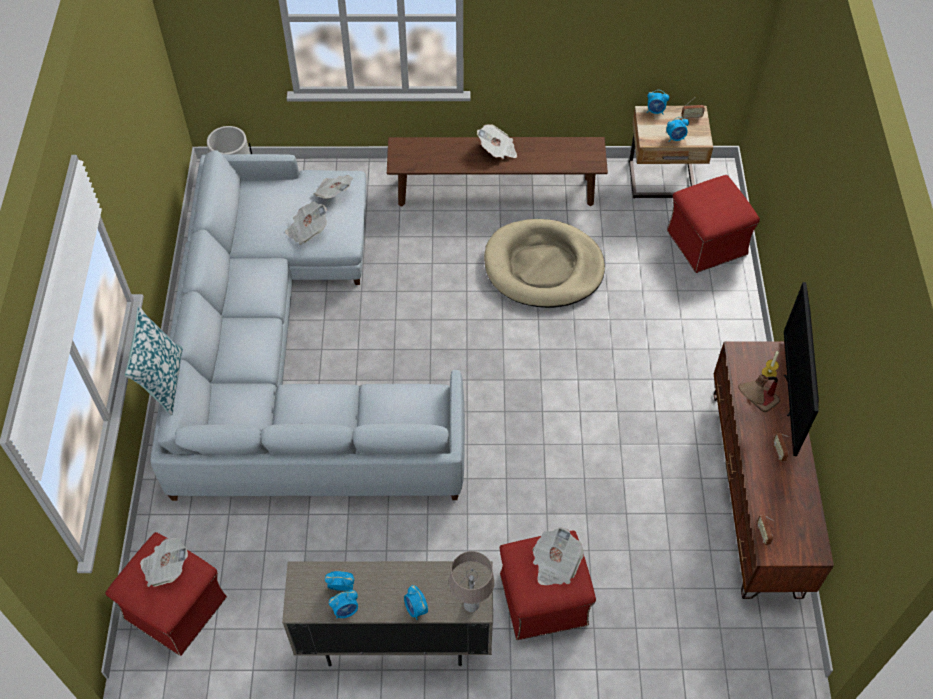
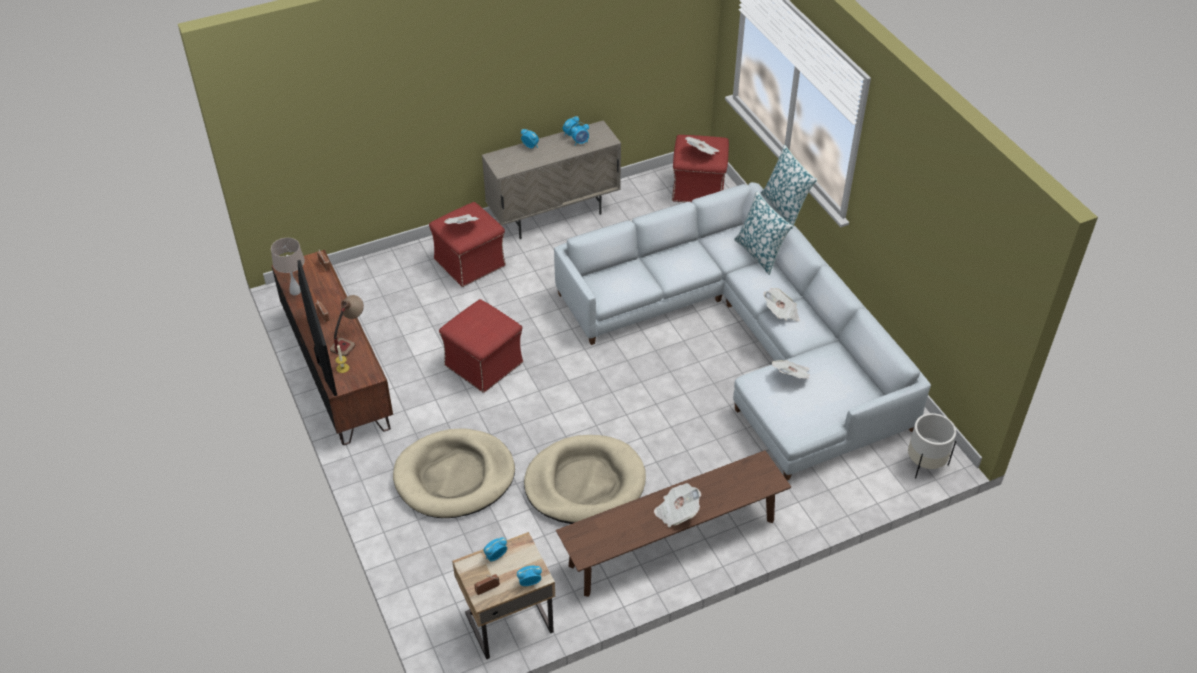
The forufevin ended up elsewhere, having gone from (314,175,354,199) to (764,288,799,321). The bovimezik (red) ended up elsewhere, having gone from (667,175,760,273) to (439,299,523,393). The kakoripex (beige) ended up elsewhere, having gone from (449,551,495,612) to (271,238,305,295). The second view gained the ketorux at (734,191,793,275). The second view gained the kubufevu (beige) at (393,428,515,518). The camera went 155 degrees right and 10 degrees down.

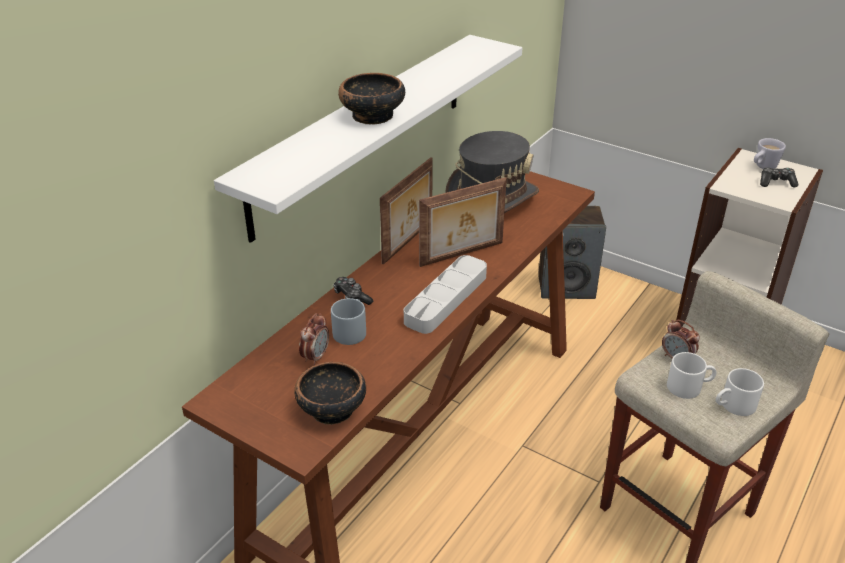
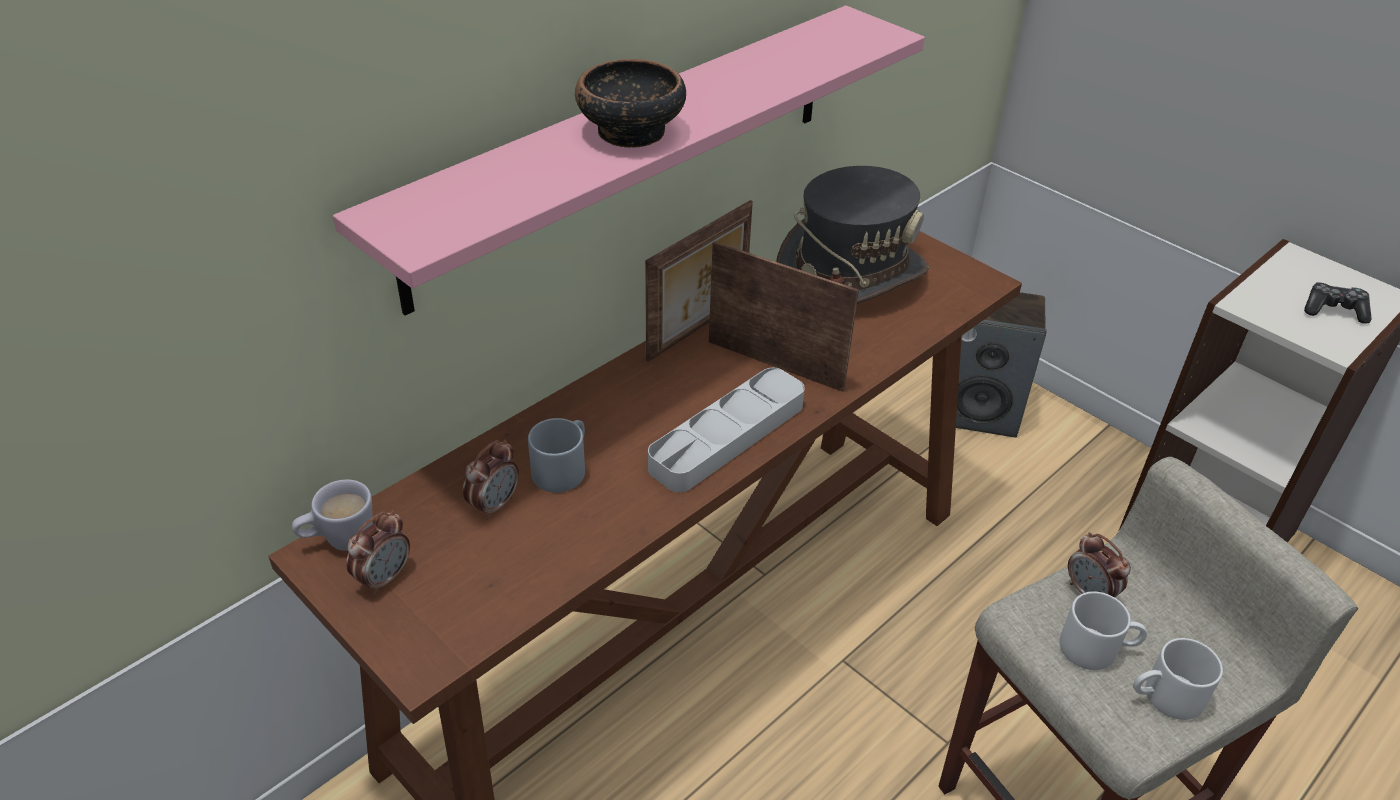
What was the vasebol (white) at (214,35,522,243) turned into the vasebol (pink) at (333,6,925,315). The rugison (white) ended up elsewhere, having gone from (754,138,786,169) to (292,480,373,551). The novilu at (419,177,507,267) ended up facing another way, 135 degrees counterclockwise from before. The second view lost the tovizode at (333,277,373,305). The second view lost the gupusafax at (294,362,366,424). The second view gained the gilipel at (346,510,410,595). The camera went 10 degrees right and 5 degrees up.

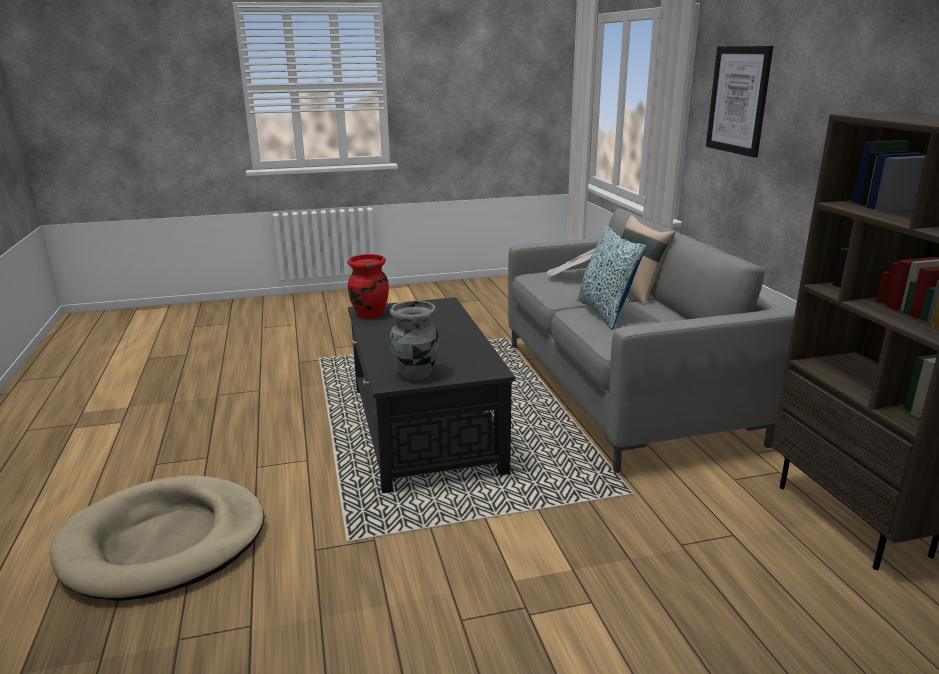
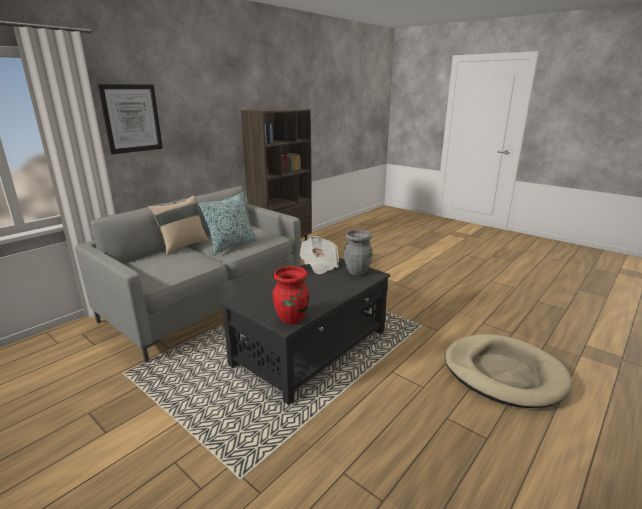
The forufevin ended up elsewhere, having gone from (547,248,595,277) to (299,236,339,274). The camera went 125 degrees left and 0 degrees up.

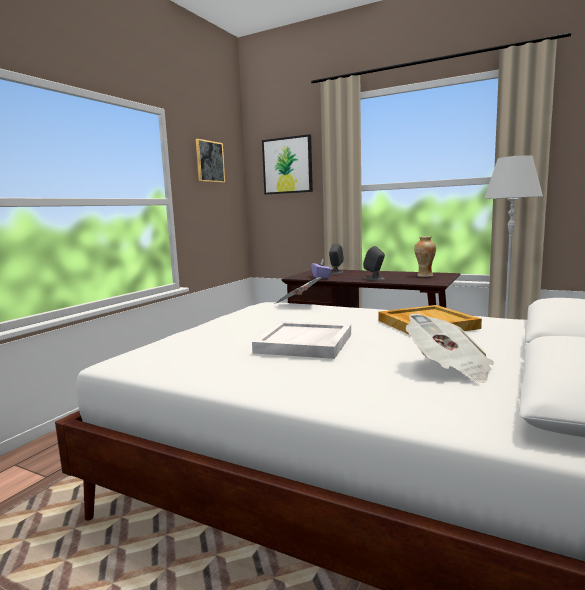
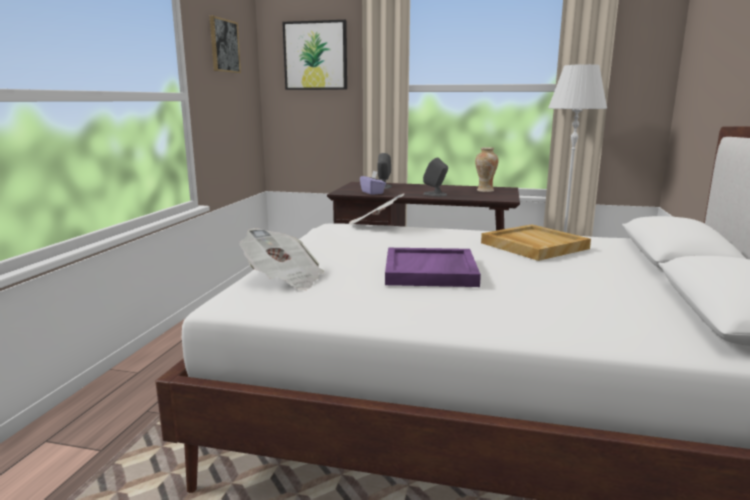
The forufevin ended up elsewhere, having gone from (406,314,494,383) to (239,228,324,290). What was the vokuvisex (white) at (252,322,351,359) turned into the vokuvisex (purple) at (385,248,481,287). The camera went 15 degrees left and 5 degrees up.

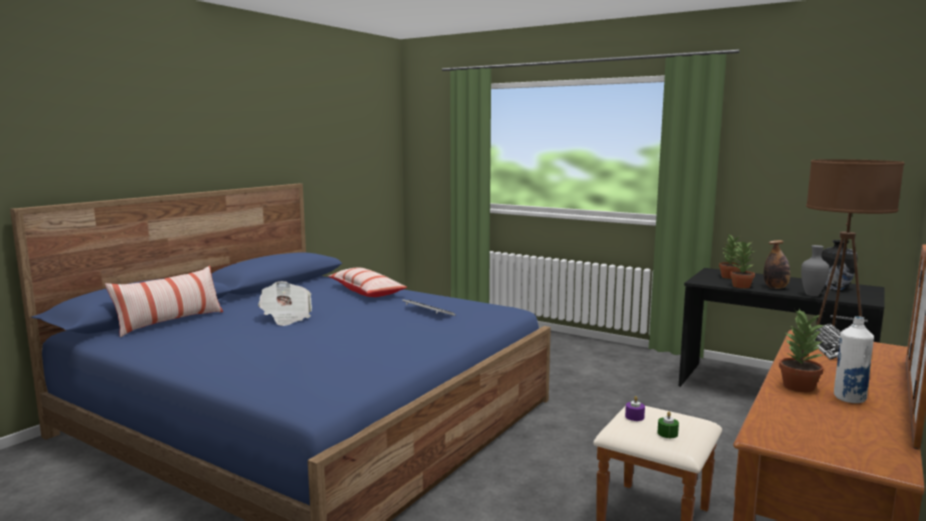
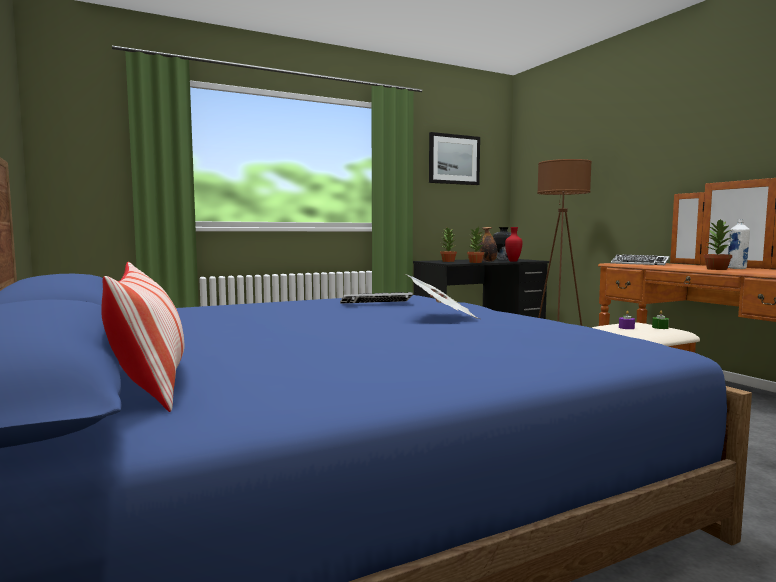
What was the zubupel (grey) at (801,245,830,296) turned into the zubupel (red) at (505,227,522,262). The second view lost the ketorux at (328,267,407,297). The forufevin ended up elsewhere, having gone from (258,281,312,326) to (405,274,480,319). The second view gained the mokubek at (429,132,480,185). The camera went 60 degrees left and 5 degrees down.

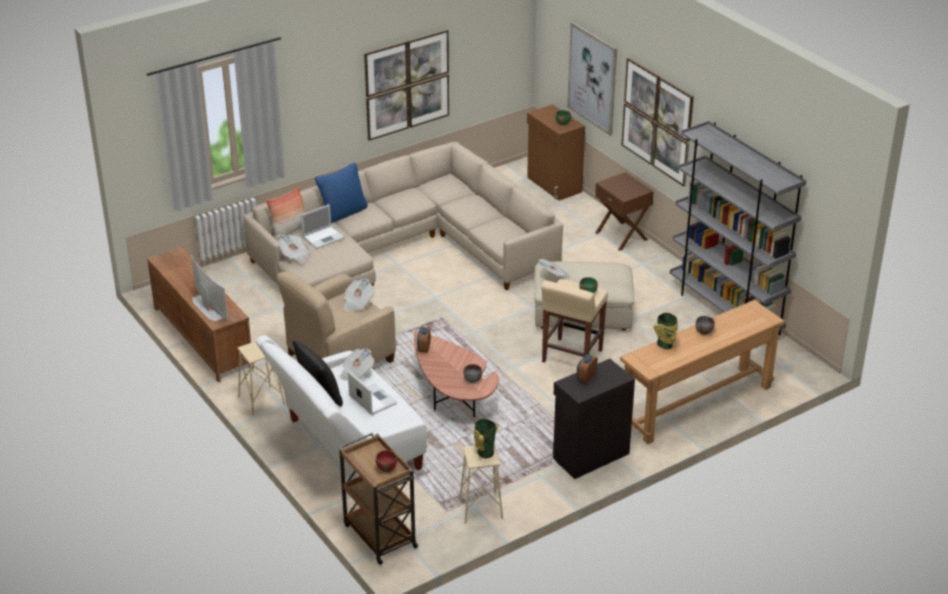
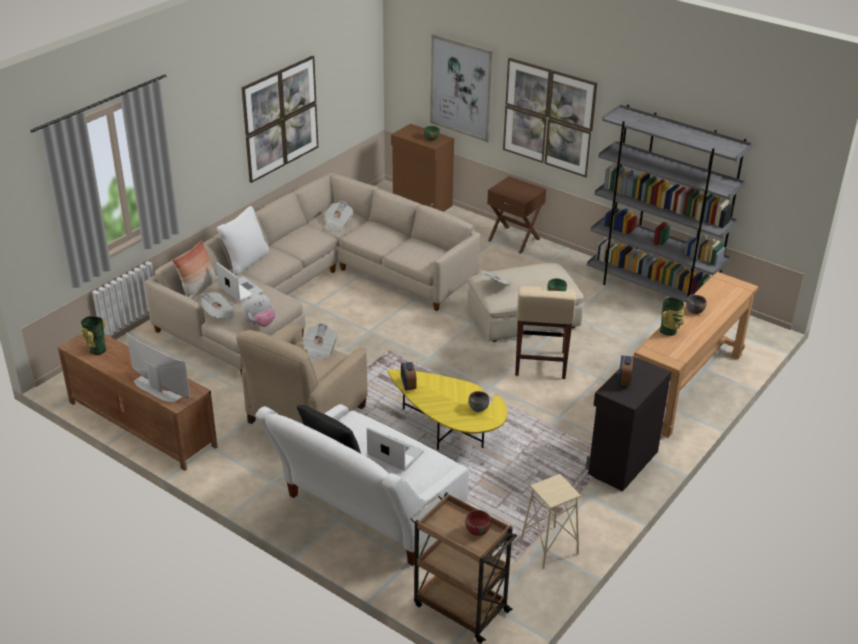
What was the ketorux (blue) at (315,163,368,223) turned into the ketorux (white) at (217,206,269,276). The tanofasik at (301,204,345,249) ended up facing another way, 75 degrees counterclockwise from before. What was the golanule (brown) at (414,332,499,417) turned into the golanule (yellow) at (388,369,507,450). The second view lost the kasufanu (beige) at (237,342,285,416). The forufevin ended up elsewhere, having gone from (339,349,374,381) to (324,201,353,230). The zubupel ended up elsewhere, having gone from (473,419,499,459) to (81,316,106,355). The second view gained the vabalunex at (241,292,276,327). The camera went 20 degrees left and 0 degrees up.

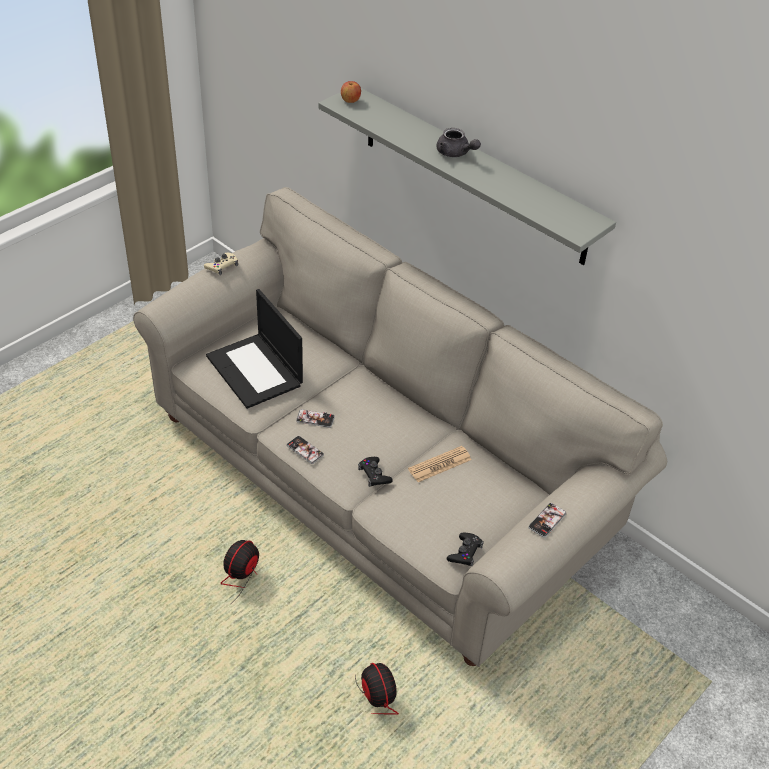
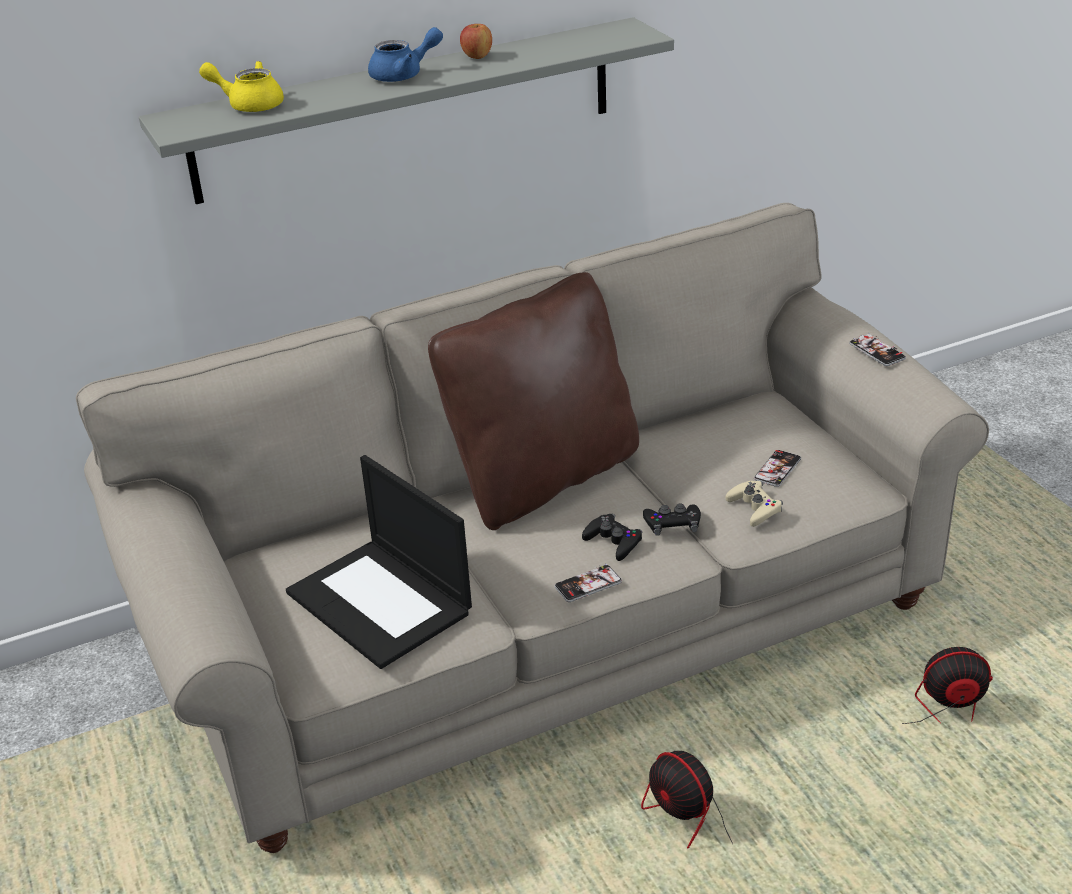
The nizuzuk ended up elsewhere, having gone from (341,81,361,103) to (460,24,492,59). What was the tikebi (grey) at (436,128,481,157) turned into the tikebi (blue) at (368,27,443,82). The tovizode (beige) ended up elsewhere, having gone from (204,253,238,275) to (726,481,783,527). The tanofasik at (206,289,303,409) ended up facing another way, 60 degrees clockwise from before. The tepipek ended up elsewhere, having gone from (296,409,335,428) to (754,450,801,487). The second view lost the forufevin at (408,446,472,482). The tovizode (black) ended up elsewhere, having gone from (447,533,484,566) to (582,513,642,561). The second view gained the tikebi (yellow) at (199,61,284,112). The second view gained the ketorux (brown) at (428,272,639,530). The camera went 65 degrees left and 10 degrees down.

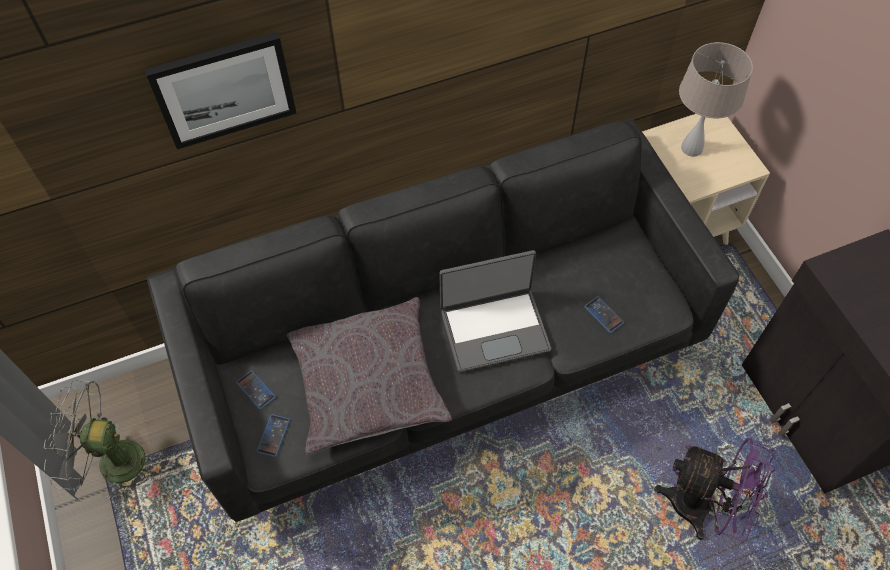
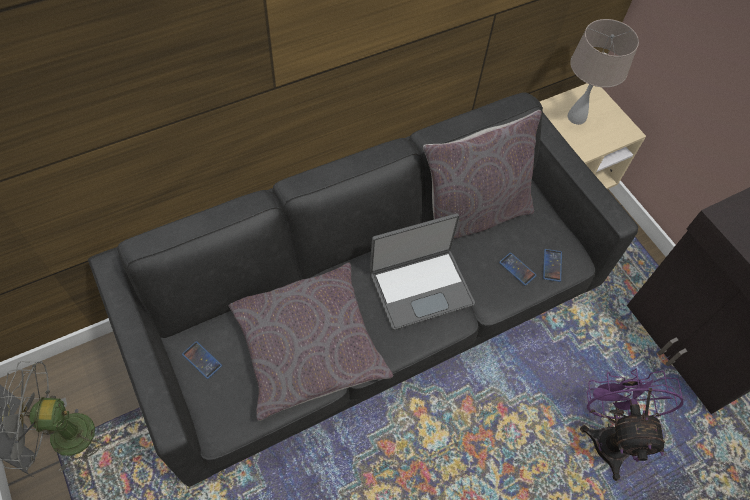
The second view lost the mokubek at (145,32,297,149). The tepipek ended up elsewhere, having gone from (256,414,290,457) to (543,249,562,282). The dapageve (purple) at (654,437,776,542) ended up facing another way, 105 degrees counterclockwise from before. The second view gained the ketorux (grey) at (423,110,542,239). The camera went 10 degrees left and 0 degrees up.

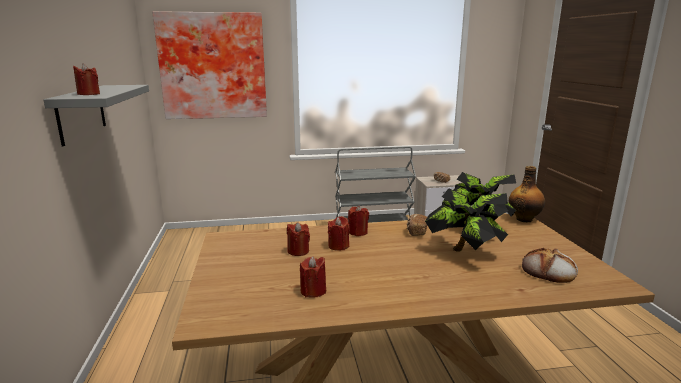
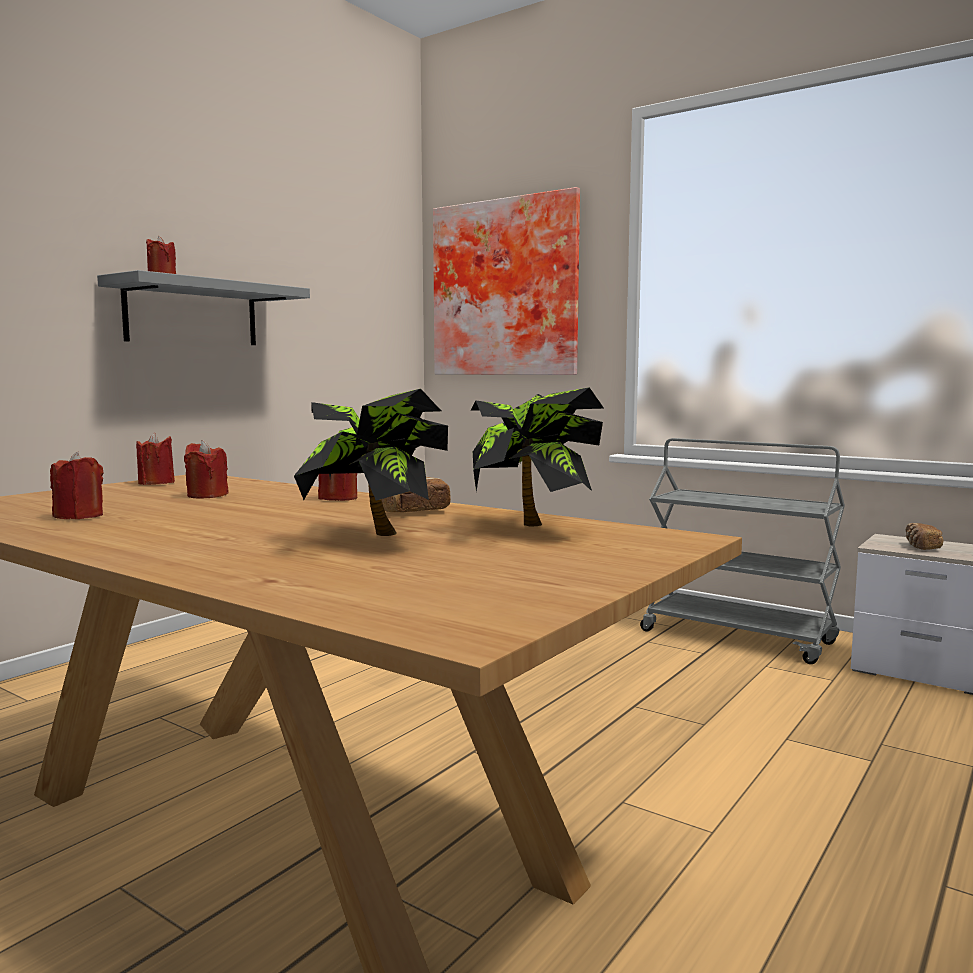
The second view lost the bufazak at (509,166,545,222). The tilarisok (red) ended up elsewhere, having gone from (328,216,350,251) to (136,433,175,485). The second view lost the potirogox at (522,248,578,283). The camera went 45 degrees right and 10 degrees down.

